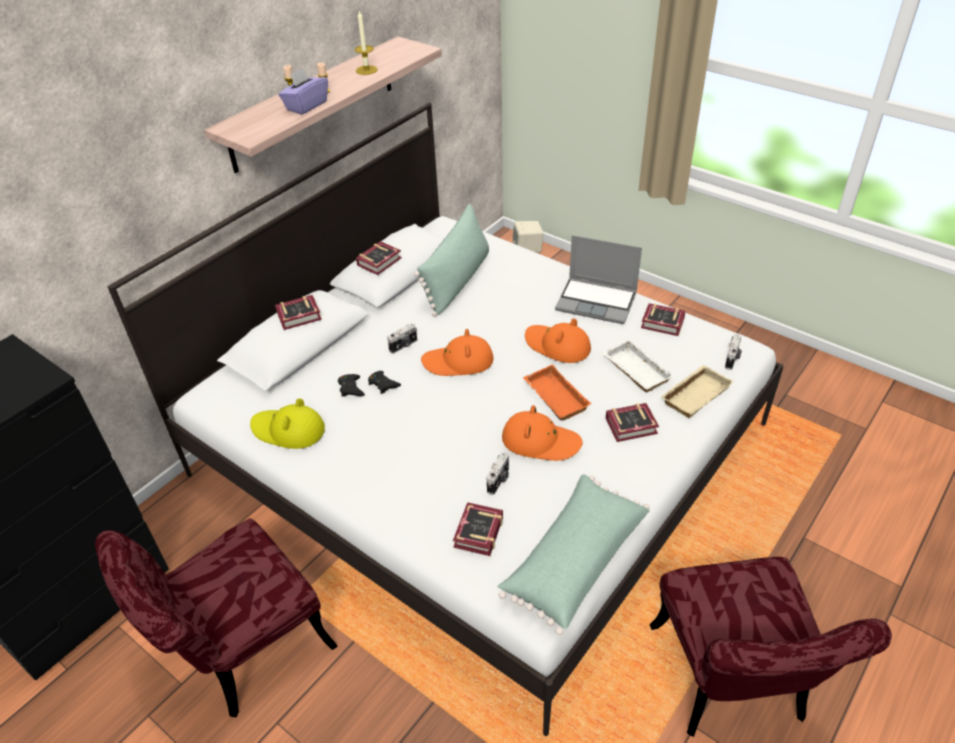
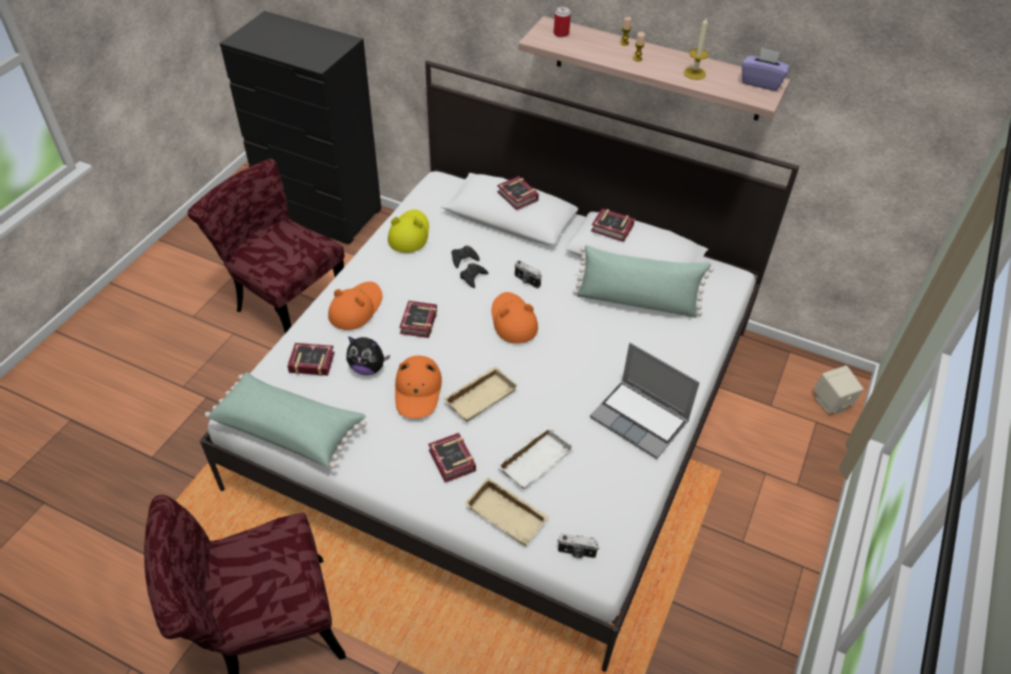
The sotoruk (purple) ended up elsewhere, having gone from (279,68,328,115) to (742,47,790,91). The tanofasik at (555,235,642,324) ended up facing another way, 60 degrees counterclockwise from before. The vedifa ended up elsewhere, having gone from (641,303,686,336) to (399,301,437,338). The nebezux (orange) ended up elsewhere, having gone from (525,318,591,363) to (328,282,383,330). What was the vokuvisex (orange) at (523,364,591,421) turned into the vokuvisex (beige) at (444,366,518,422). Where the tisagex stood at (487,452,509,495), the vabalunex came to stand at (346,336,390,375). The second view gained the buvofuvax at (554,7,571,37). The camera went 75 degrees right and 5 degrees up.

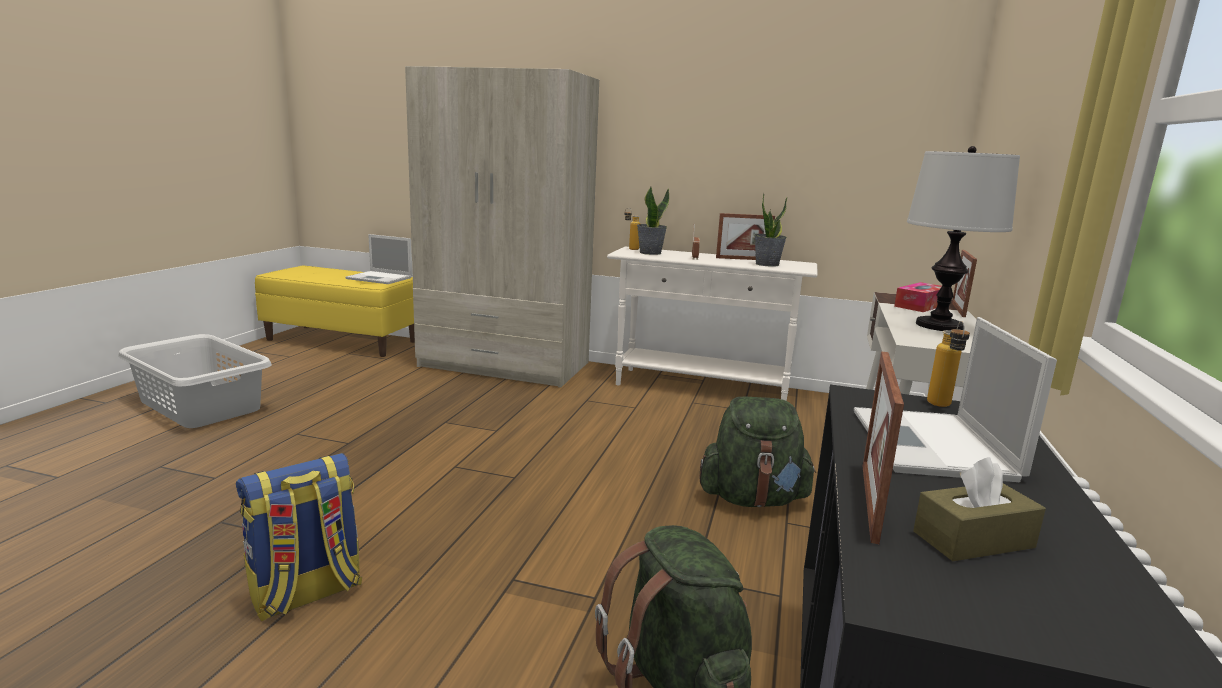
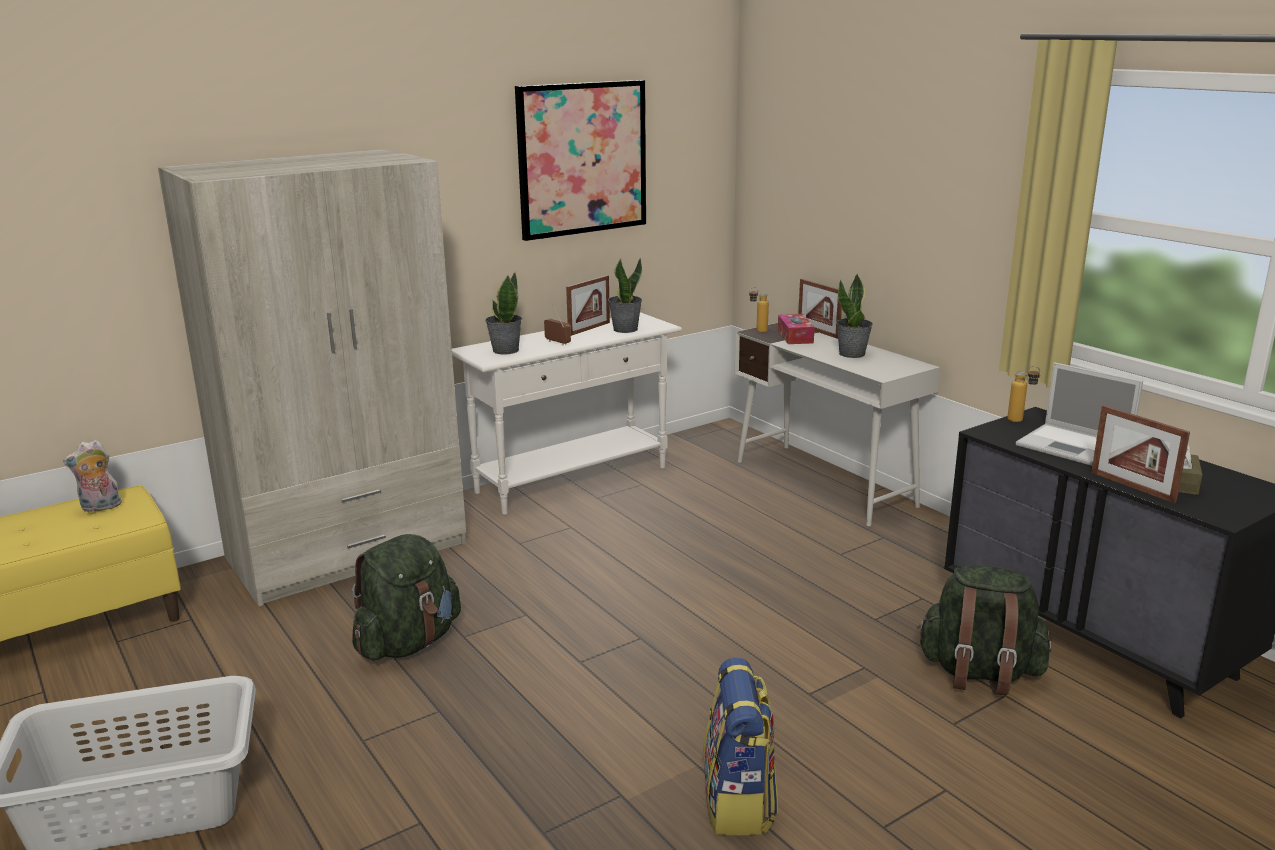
Where the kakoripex stood at (907,146,1020,331), the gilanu came to stand at (836,274,873,358). The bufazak ended up elsewhere, having gone from (625,208,640,250) to (749,287,769,333). Where the tanofasik stood at (346,234,412,284), the vabalunex came to stand at (63,440,122,512). The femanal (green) ended up elsewhere, having gone from (699,397,816,507) to (352,534,461,660). The second view gained the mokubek at (515,80,646,241). The camera went 50 degrees left and 5 degrees up.

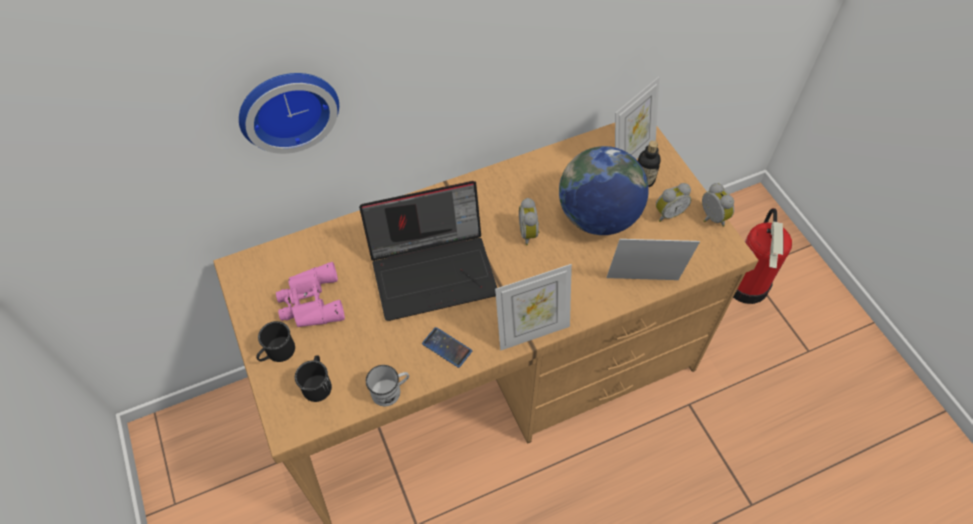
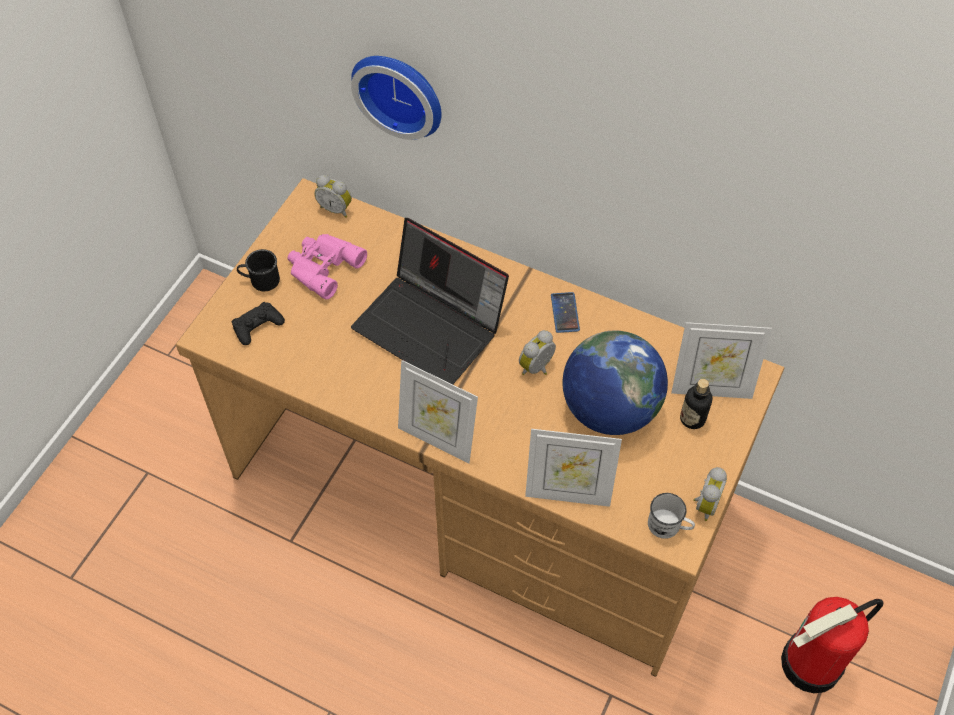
The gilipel ended up elsewhere, having gone from (656,183,691,222) to (314,175,352,218). The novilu at (606,239,700,280) ended up facing another way, 135 degrees clockwise from before. The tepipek ended up elsewhere, having gone from (422,327,472,368) to (551,292,580,333). Where the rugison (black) stood at (295,355,332,402), the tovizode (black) came to stand at (232,302,285,345). The rugison (white) ended up elsewhere, having gone from (366,365,409,406) to (648,493,695,539). The camera went 50 degrees right and 0 degrees up.

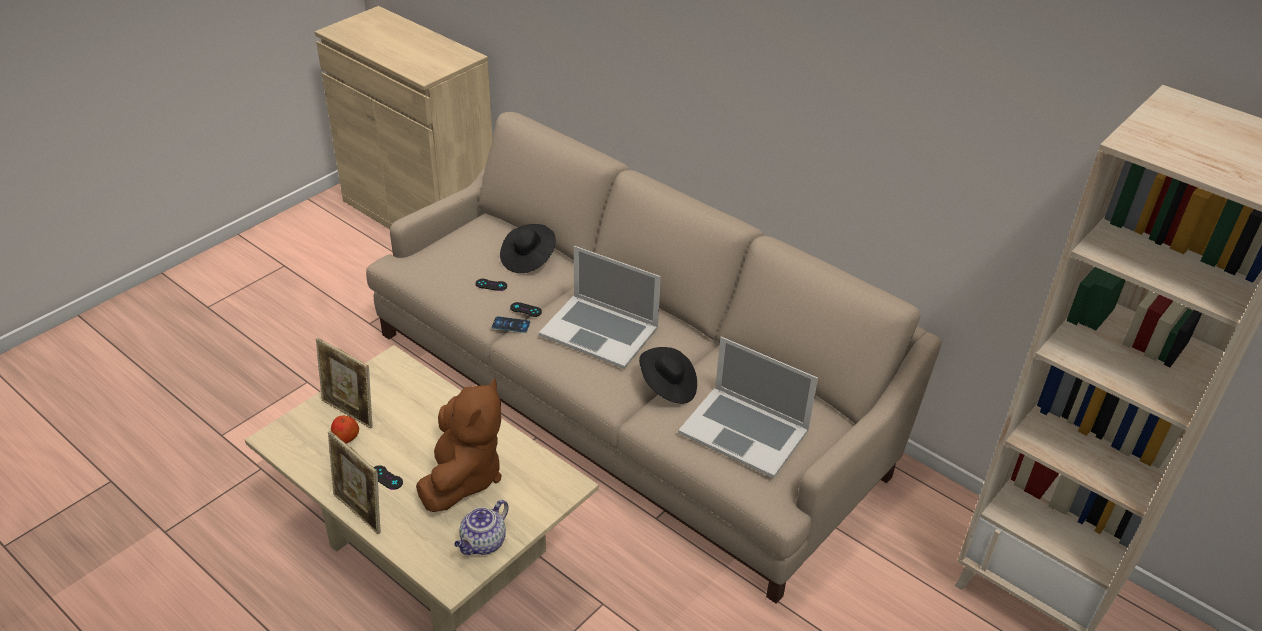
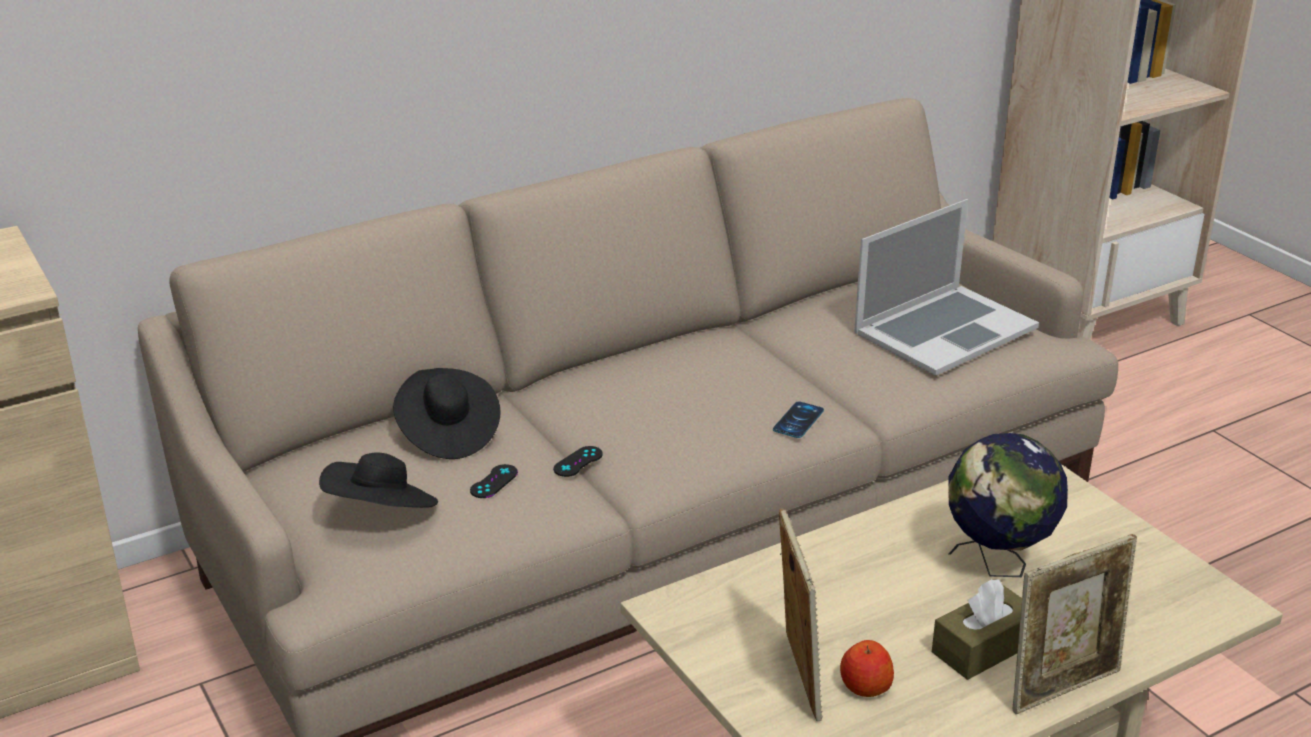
The second view lost the tanofasik at (539,246,661,369). The tepipek ended up elsewhere, having gone from (492,316,530,333) to (773,401,824,438). The novilu at (316,338,373,428) ended up facing another way, 60 degrees counterclockwise from before. The nebezux (black) ended up elsewhere, having gone from (639,347,697,404) to (319,452,438,508). Where the vabalunex (brown) stood at (416,378,502,512), the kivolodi came to stand at (948,433,1068,577). Where the tovizode (black) stood at (373,466,403,490), the sotoruk (brown) came to stand at (932,579,1022,680). The second view lost the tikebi at (454,500,509,555). The camera went 70 degrees left and 10 degrees down.

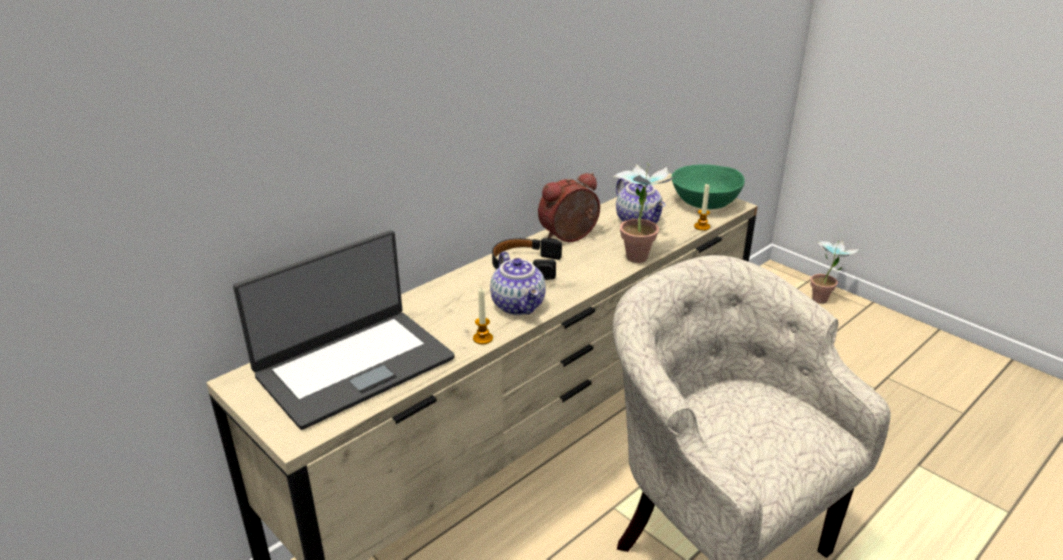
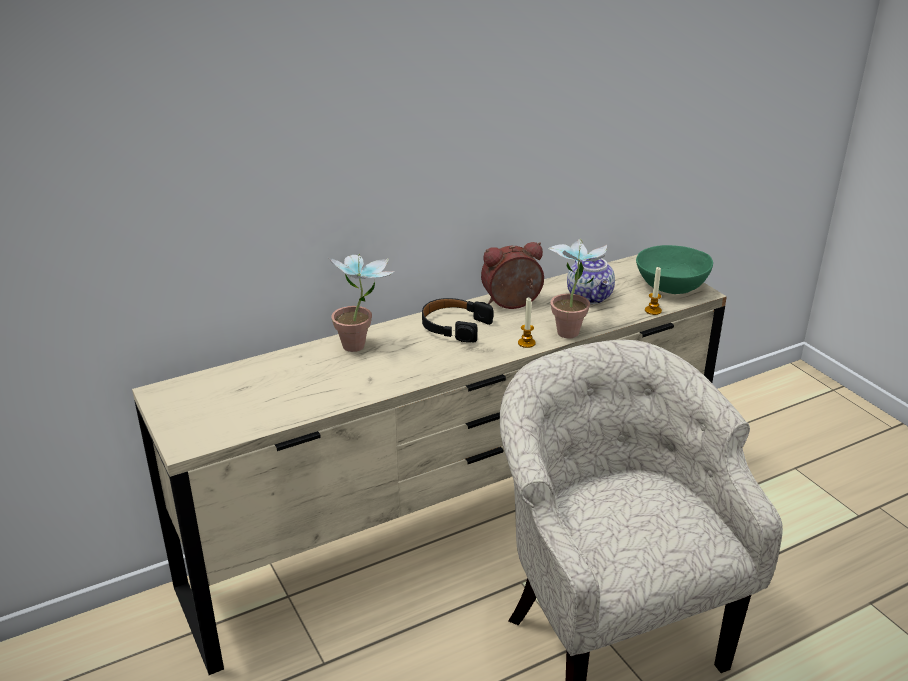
The second view lost the tanofasik at (233,230,455,430). The gilanu ended up elsewhere, having gone from (810,241,858,304) to (328,254,394,352). The second view lost the tikebi at (490,252,546,315). The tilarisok ended up elsewhere, having gone from (473,288,493,344) to (518,298,536,348). The camera went 15 degrees right and 0 degrees up.

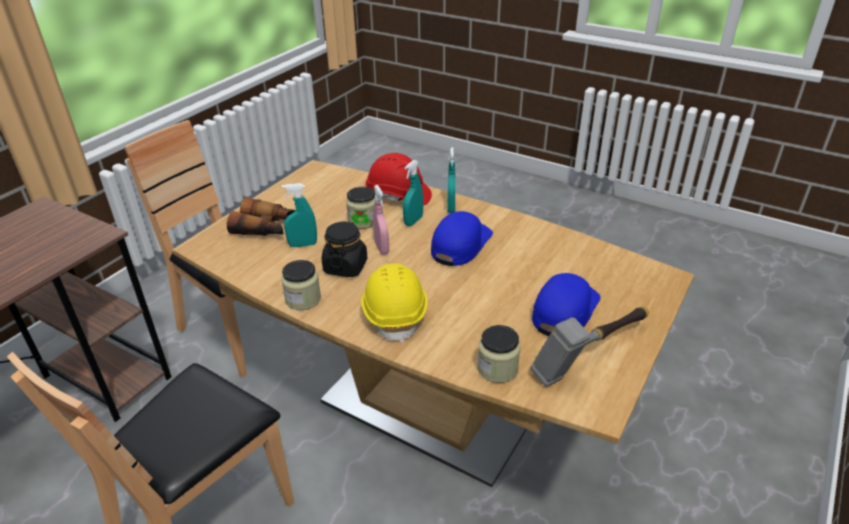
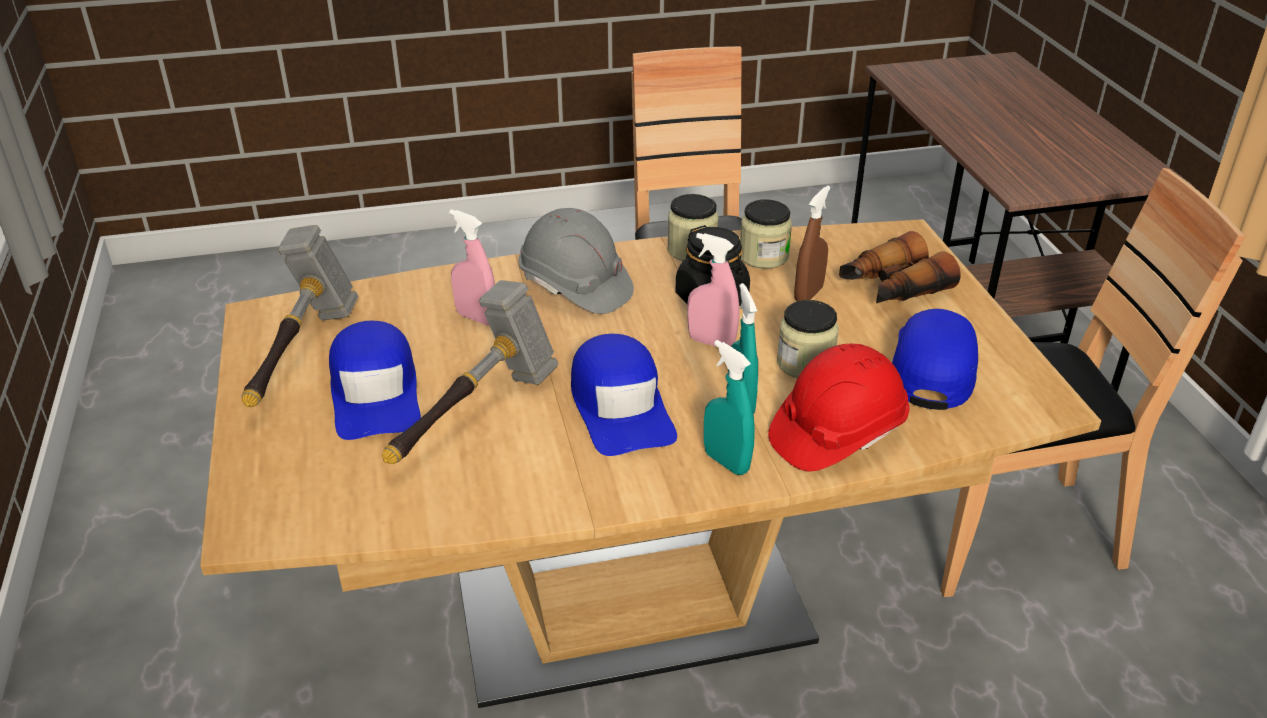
What was the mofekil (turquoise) at (282,183,317,247) turned into the mofekil (brown) at (794,186,830,301). What was the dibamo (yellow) at (361,264,428,343) turned into the dibamo (grey) at (518,208,634,314). The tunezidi ended up elsewhere, having gone from (478,325,520,383) to (740,199,792,269). The second view gained the mofekil (pink) at (449,209,495,325). The second view gained the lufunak at (382,280,558,464). The second view gained the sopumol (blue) at (892,309,978,410). The camera went 135 degrees right and 0 degrees up.

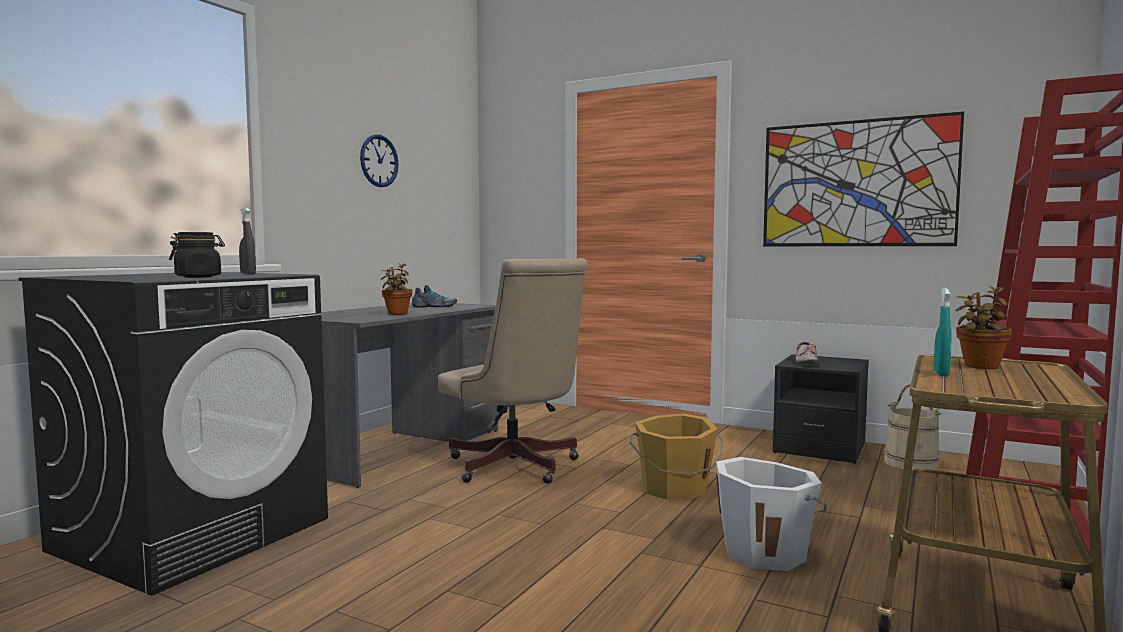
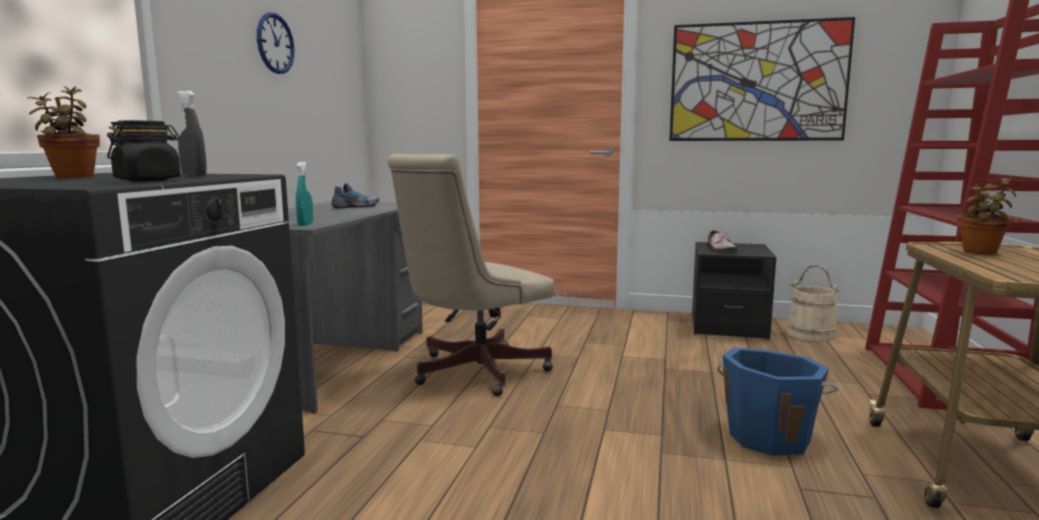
The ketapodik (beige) at (438,258,588,483) ended up facing another way, 105 degrees clockwise from before. The gilanu ended up elsewhere, having gone from (381,263,412,315) to (27,86,100,178). The mofekil (turquoise) ended up elsewhere, having gone from (934,288,951,376) to (296,162,313,226). The second view lost the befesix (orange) at (629,413,723,500). What was the befesix (white) at (716,457,827,571) turned into the befesix (blue) at (717,348,839,456). The camera went 15 degrees left and 5 degrees up.

